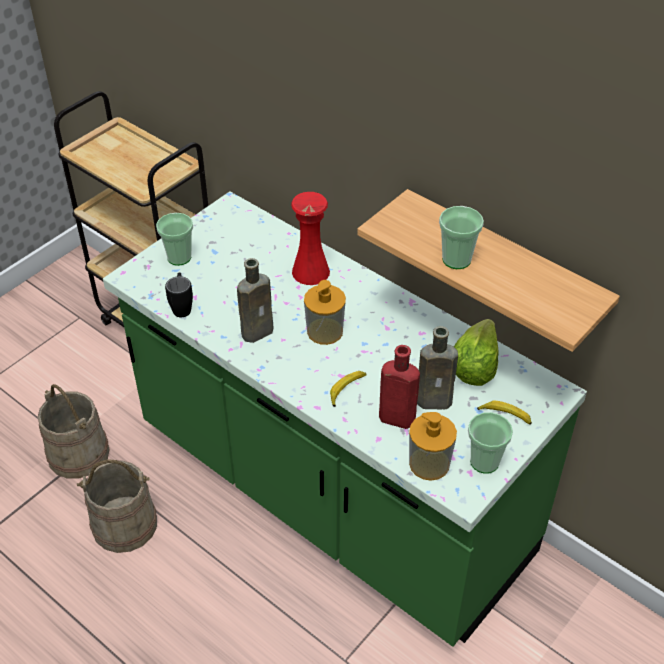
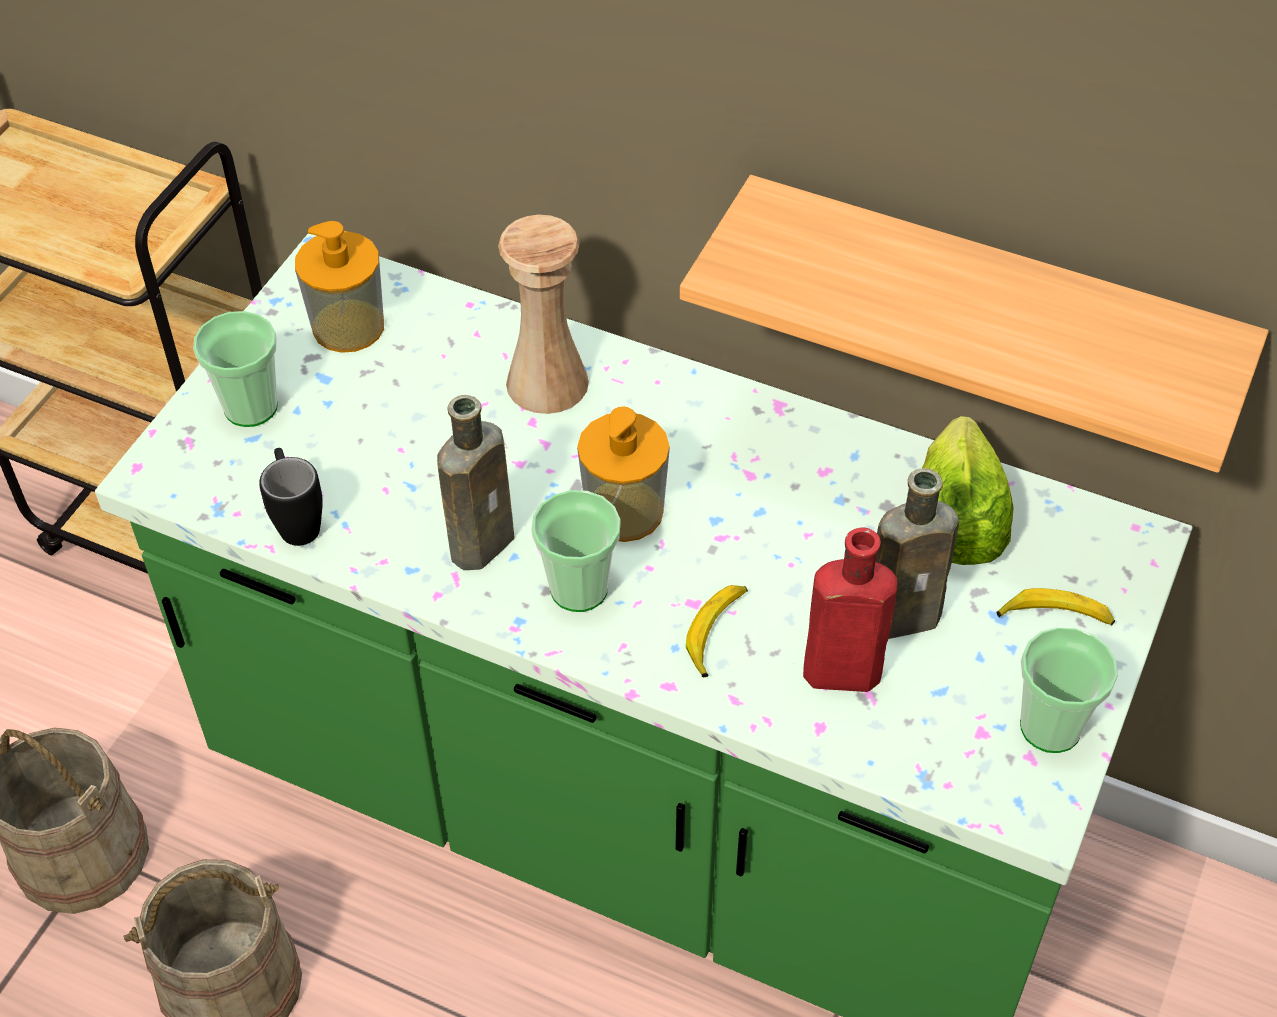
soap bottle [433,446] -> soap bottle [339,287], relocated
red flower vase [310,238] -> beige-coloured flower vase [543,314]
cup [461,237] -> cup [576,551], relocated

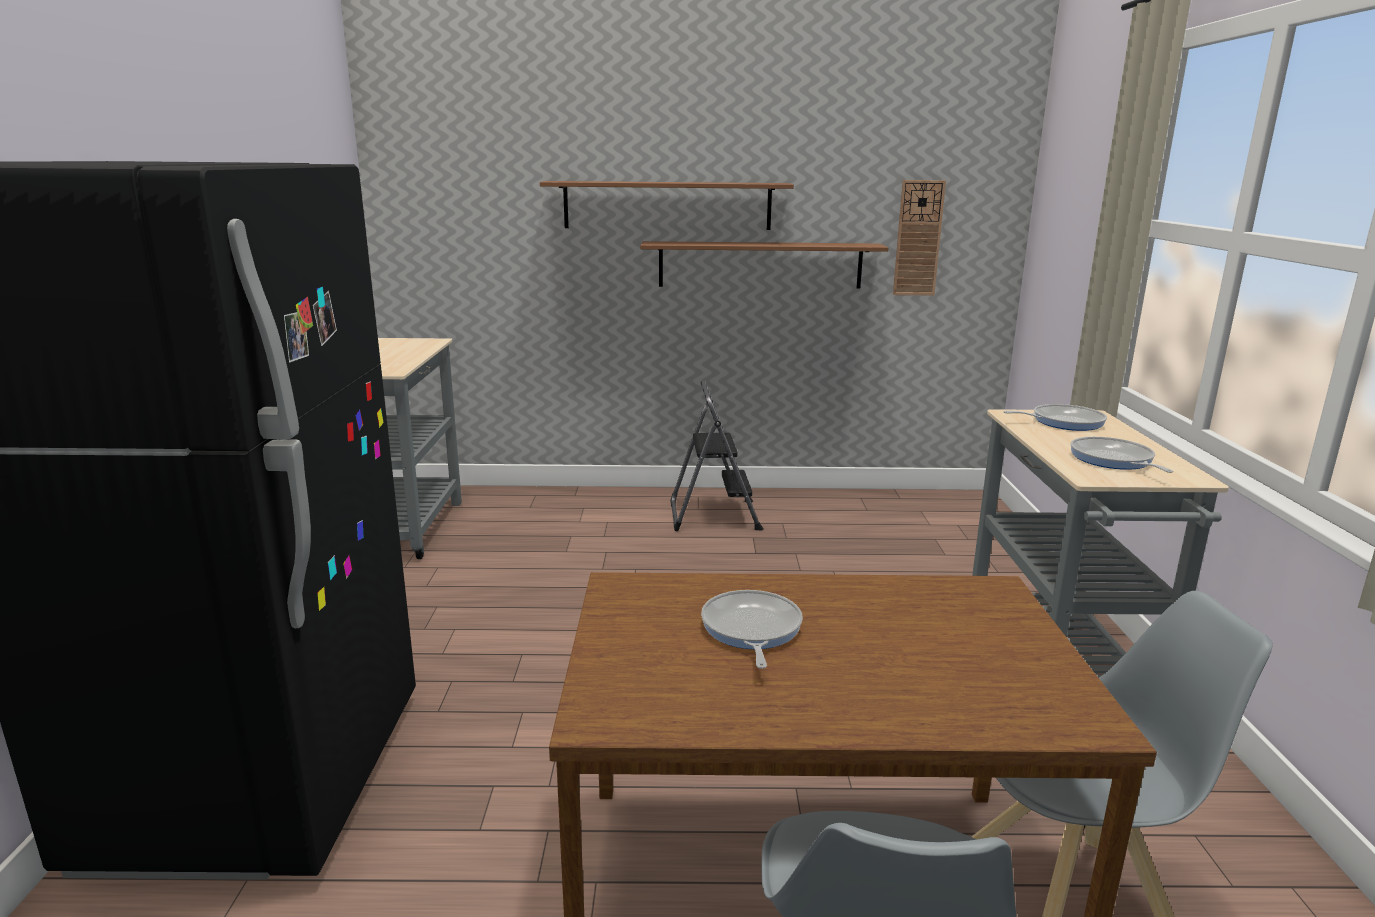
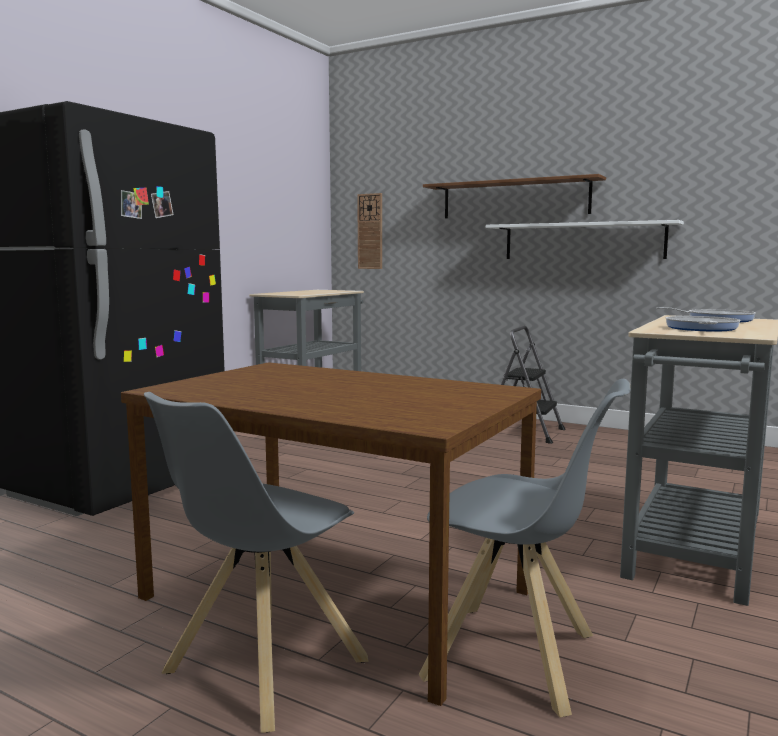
hanging clock [919,237] -> hanging clock [369,231], relocated
brownish bracket shelf [764,264] -> white bracket shelf [585,239]
pan [752,629] -> none

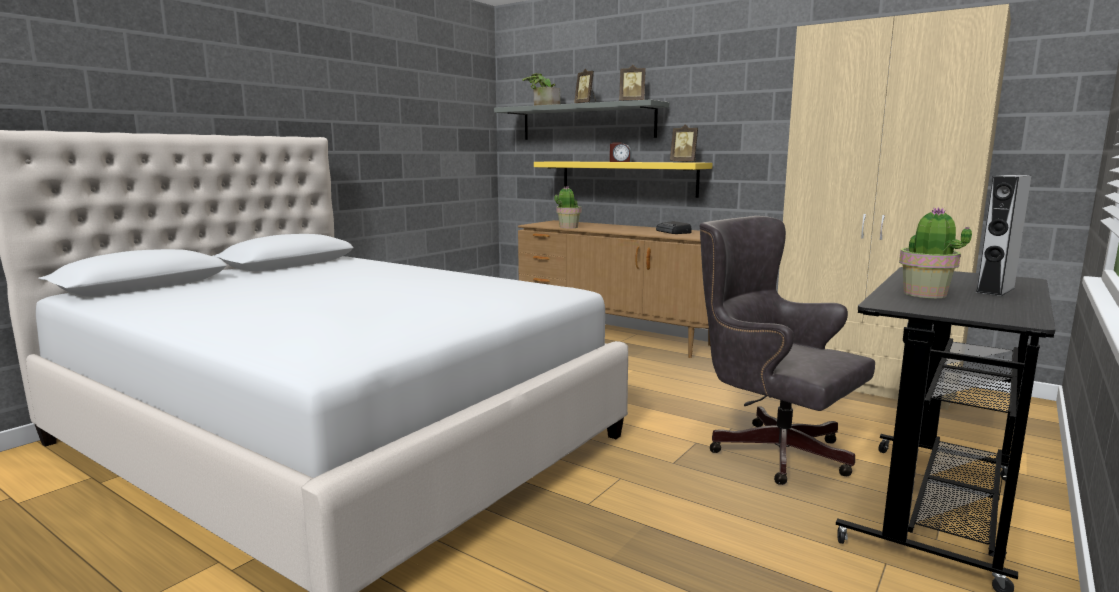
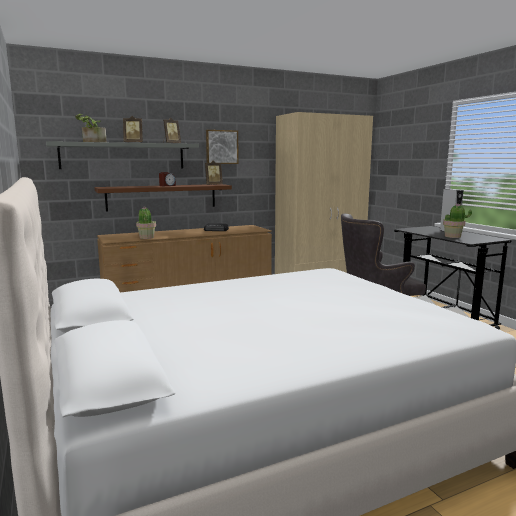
yellow bracket shelf [623,179] -> brownish bracket shelf [163,198]
none -> wall picture [222,147]

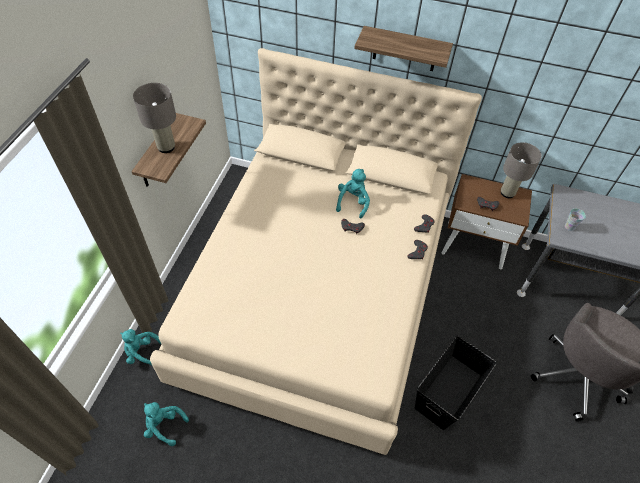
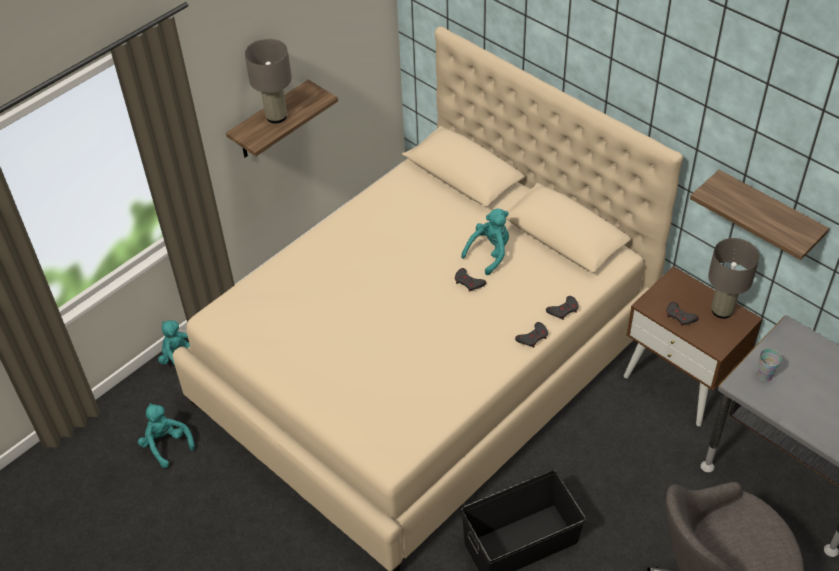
bracket shelf [403,48] -> bracket shelf [759,215], relocated

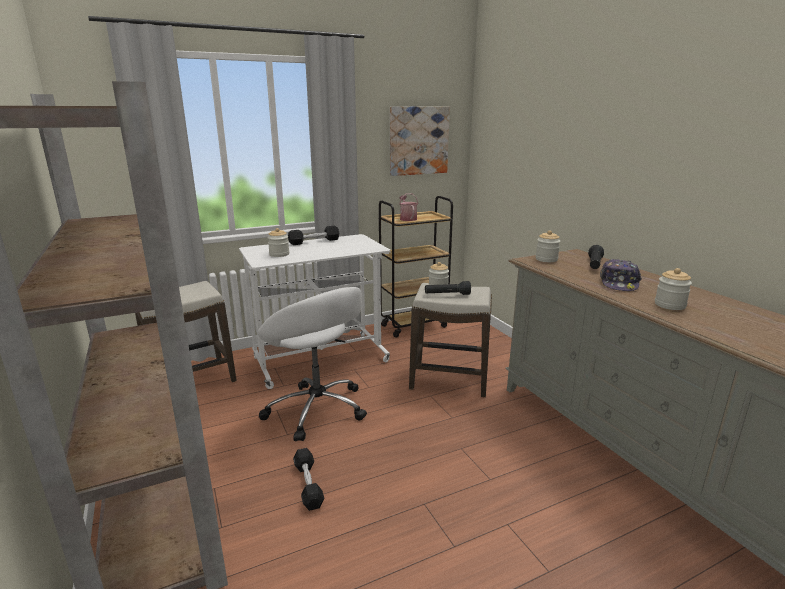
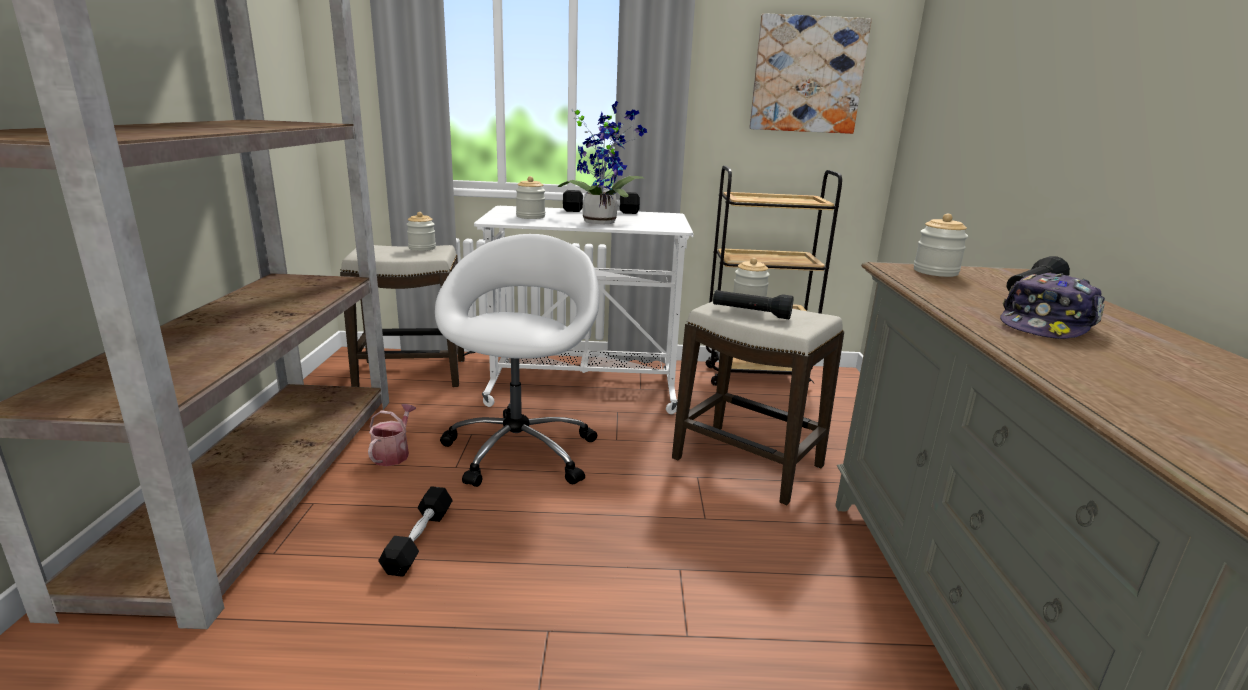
sprinkling can [408,207] -> sprinkling can [392,435], relocated
jar [673,289] -> jar [421,231], relocated
white office chair [312,364] -> white office chair [517,360], 150 degrees counterclockwise
none -> plant in a pot [602,163]

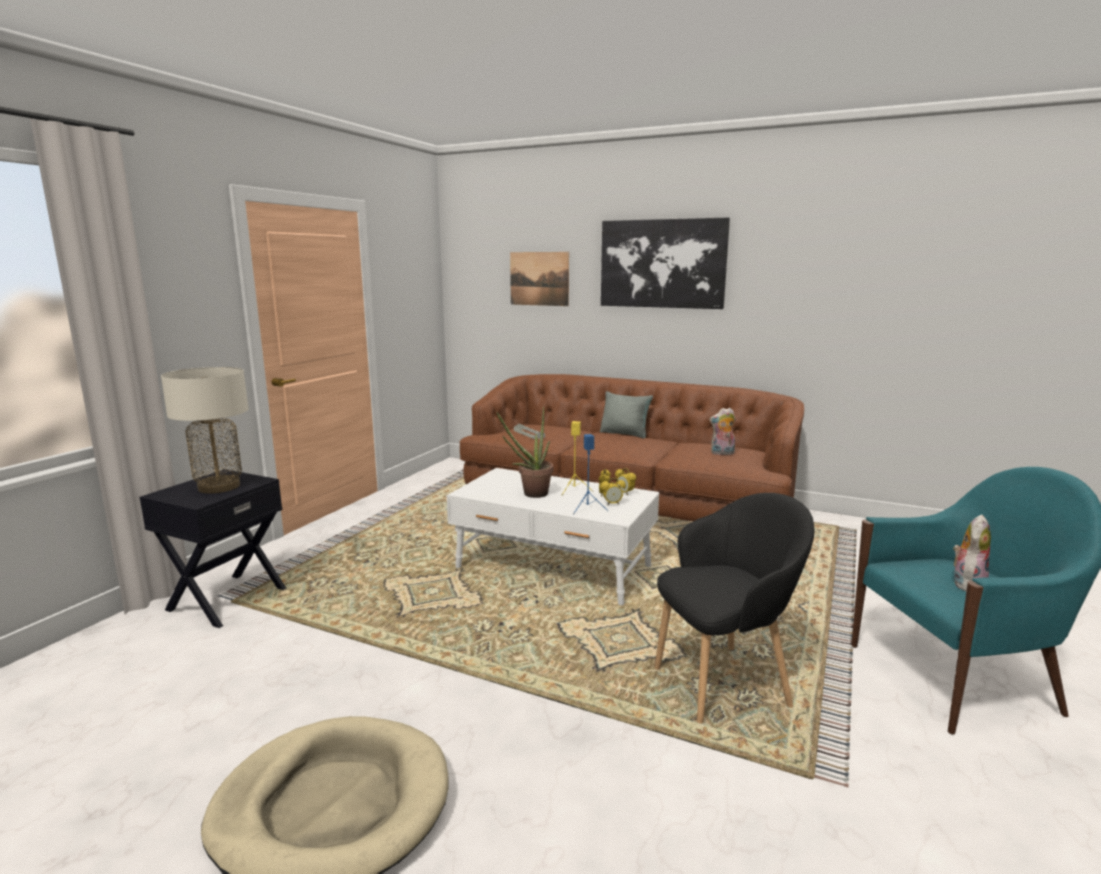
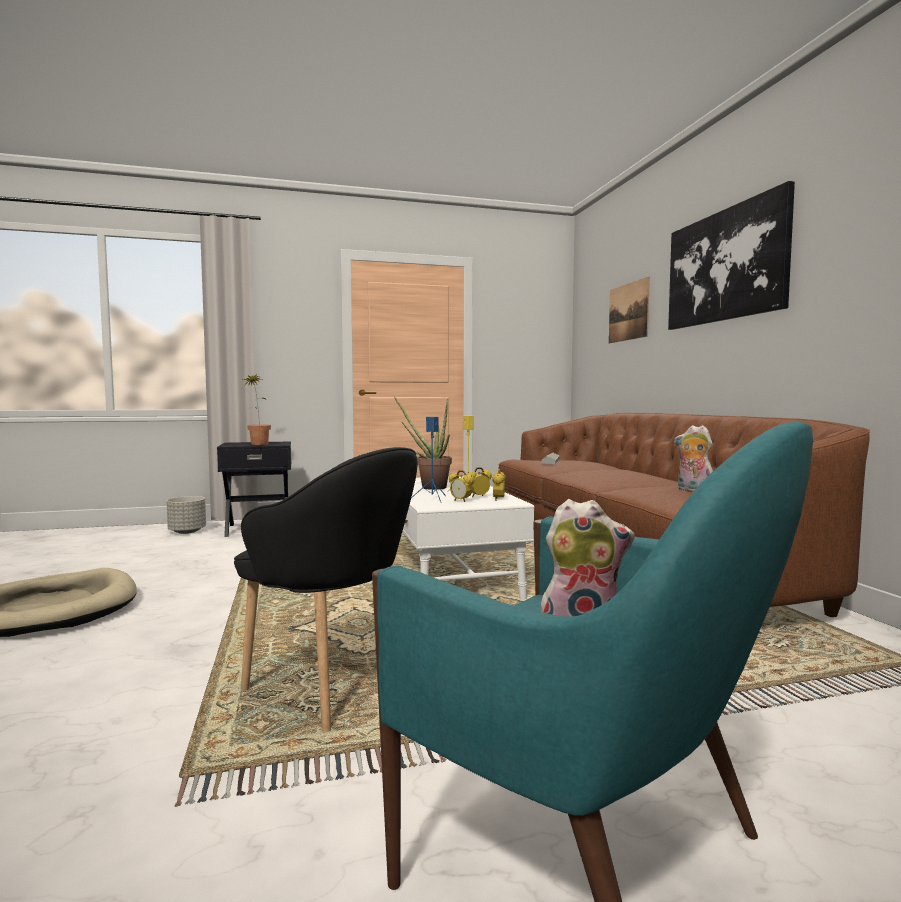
none -> gray plant pot [186,515]
lamp for a table [205,430] -> plant in a pot [257,410]
gray throw pillow [626,414] -> none

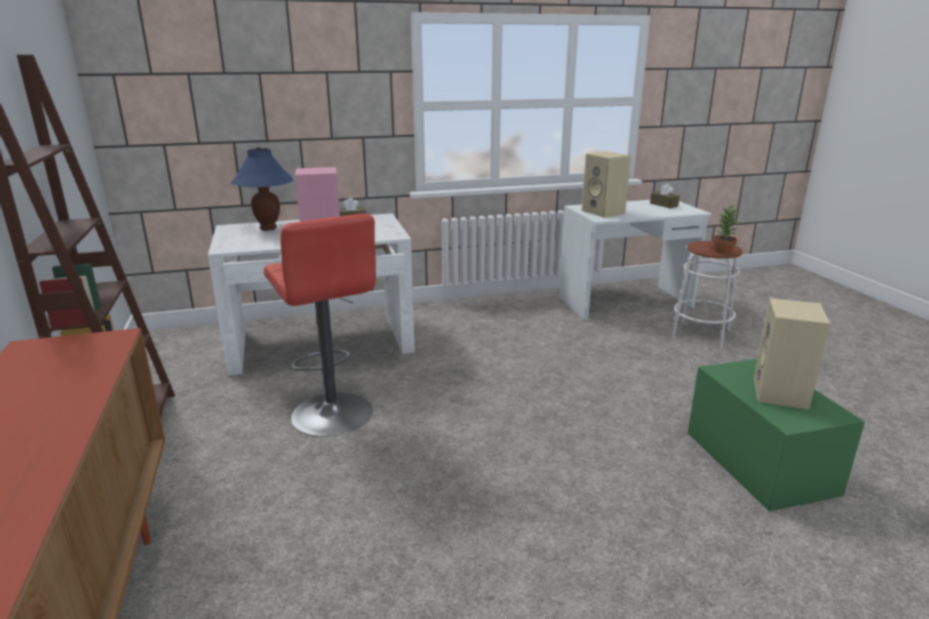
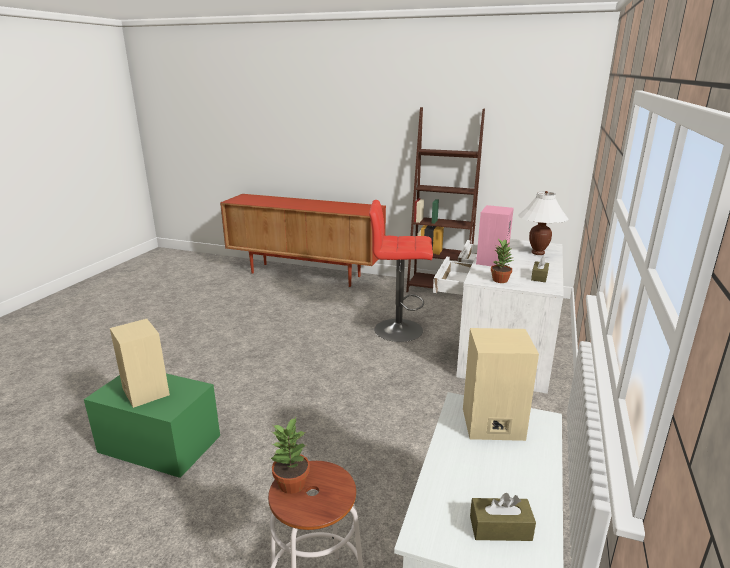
none -> plant in a pot [502,261]
bluish lamp for a table [262,189] -> white lamp for a table [543,223]

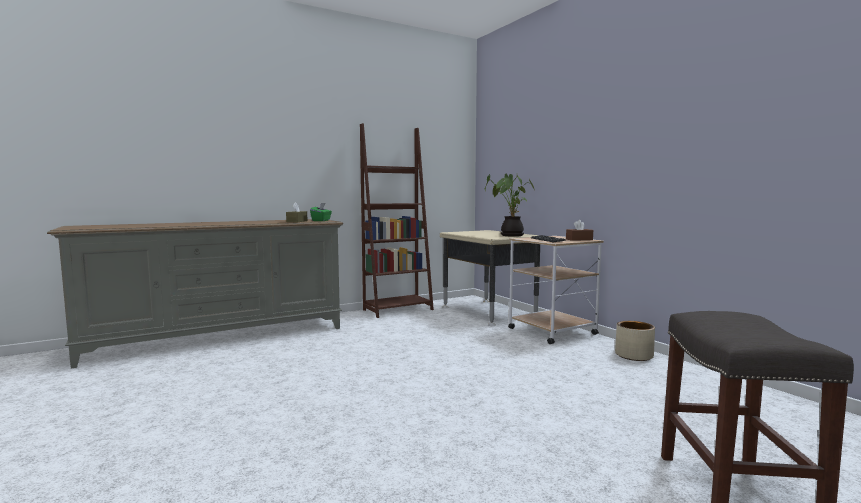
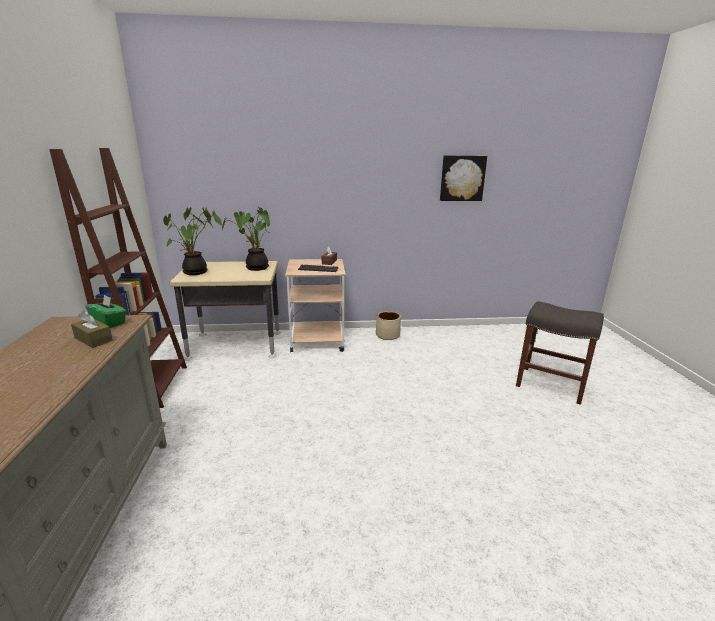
none -> plant in a pot [192,241]
none -> wall picture [463,178]

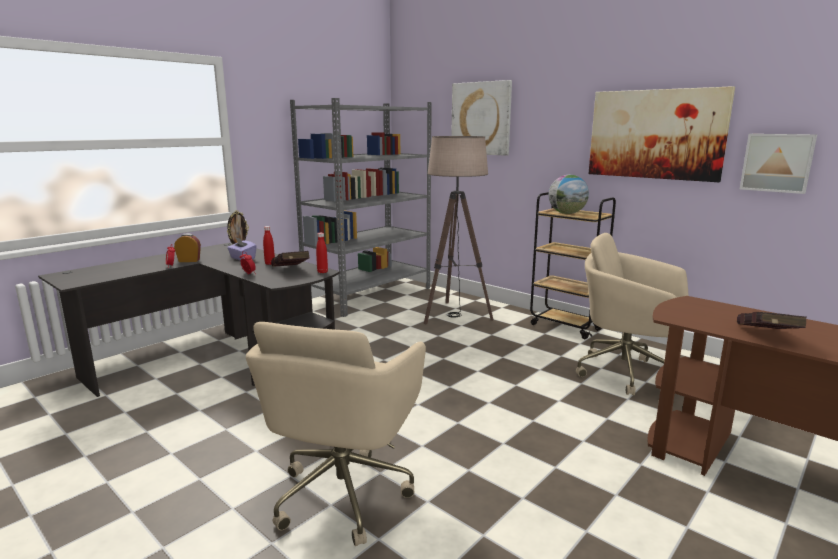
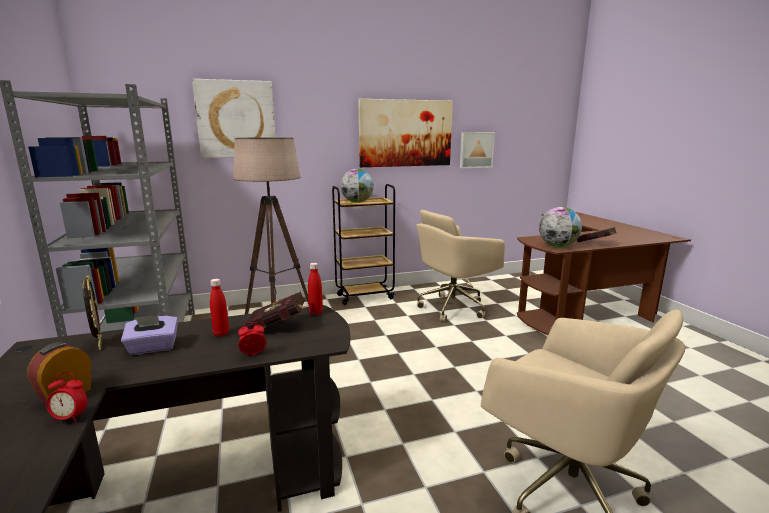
none -> world globe [560,227]

